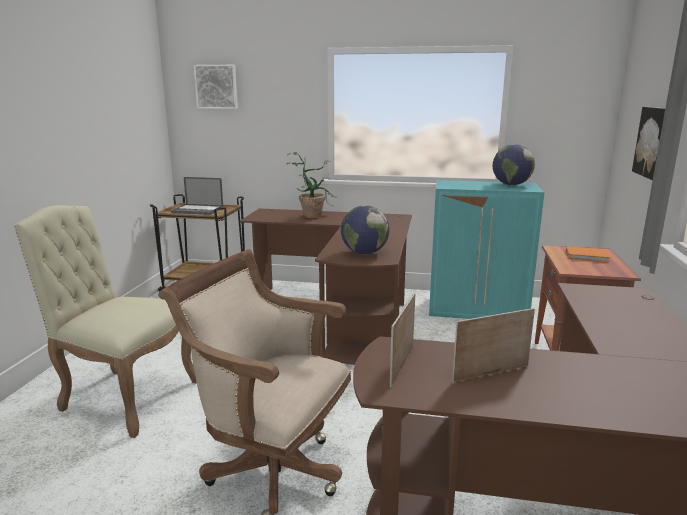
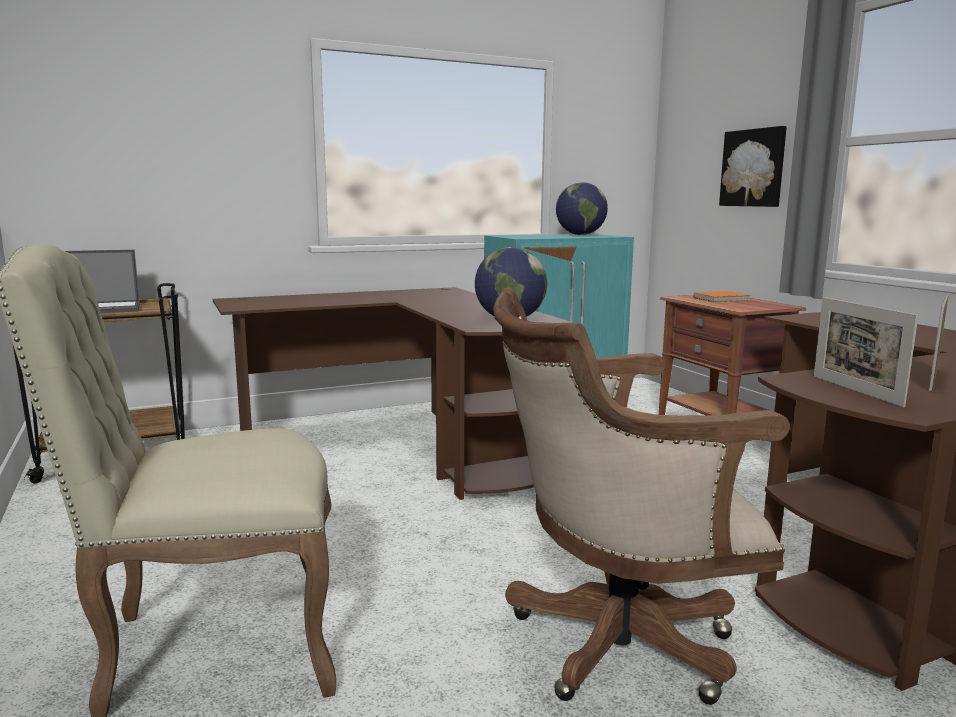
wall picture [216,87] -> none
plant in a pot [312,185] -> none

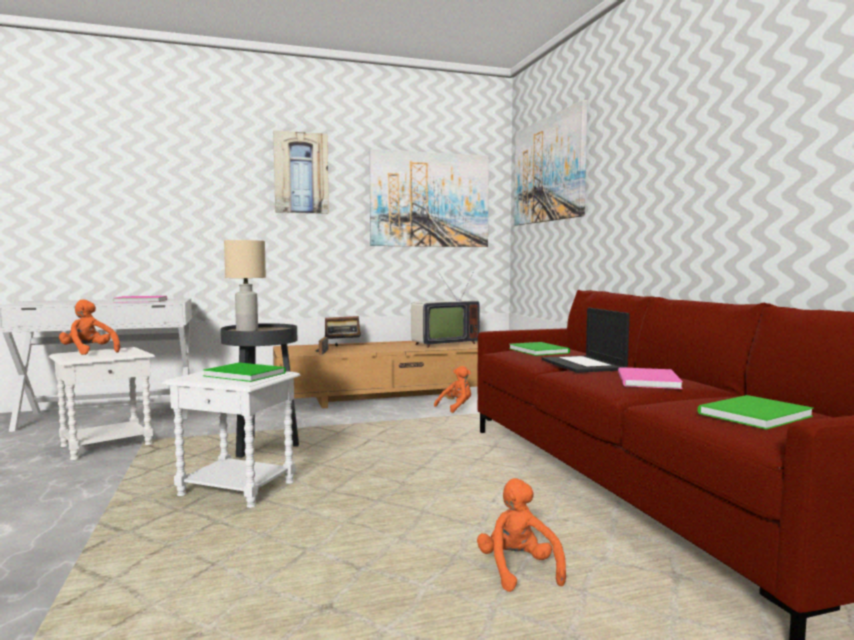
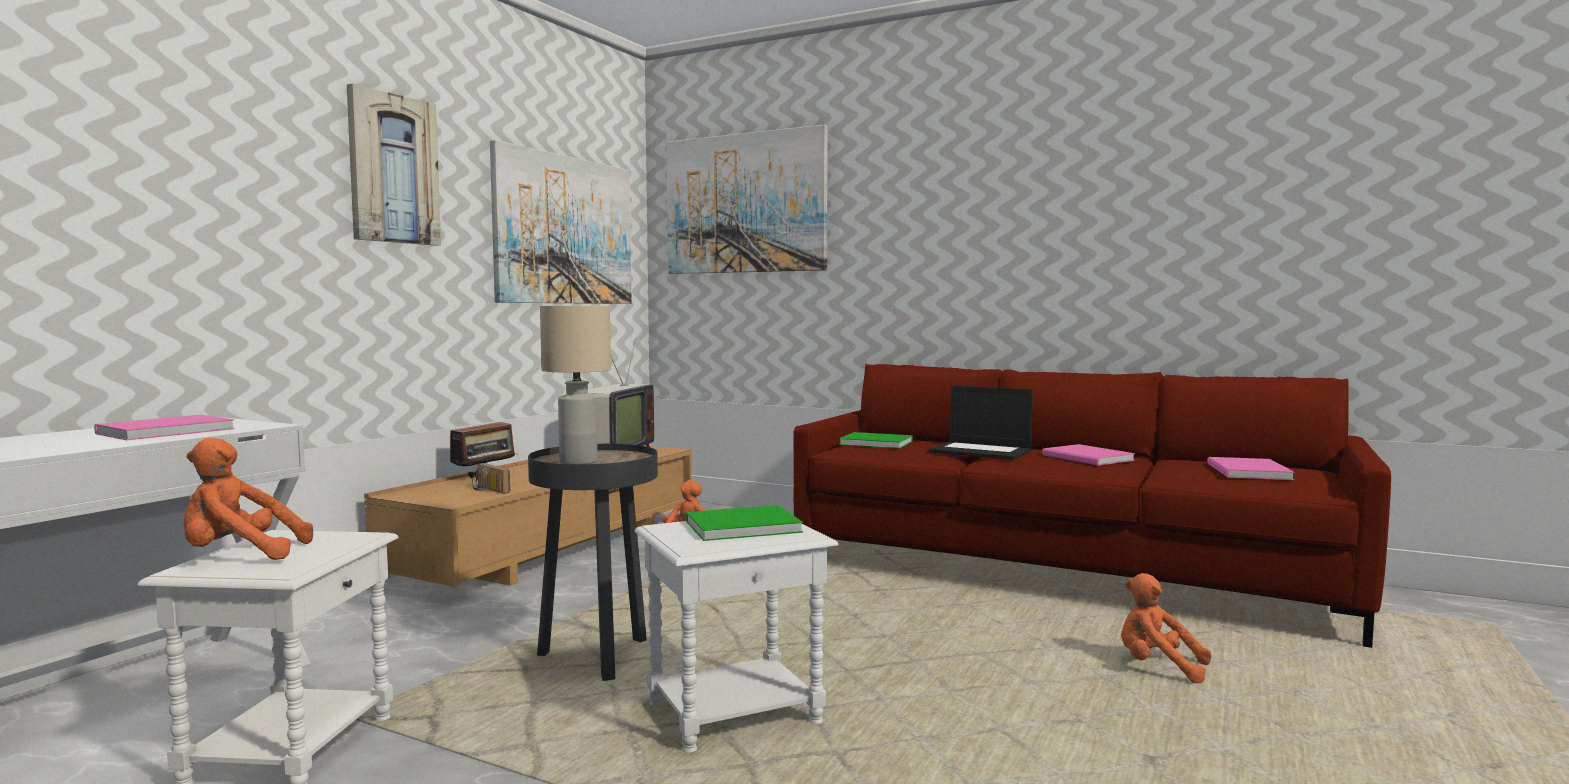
green volume [756,412] -> pinkish volume [1251,468]

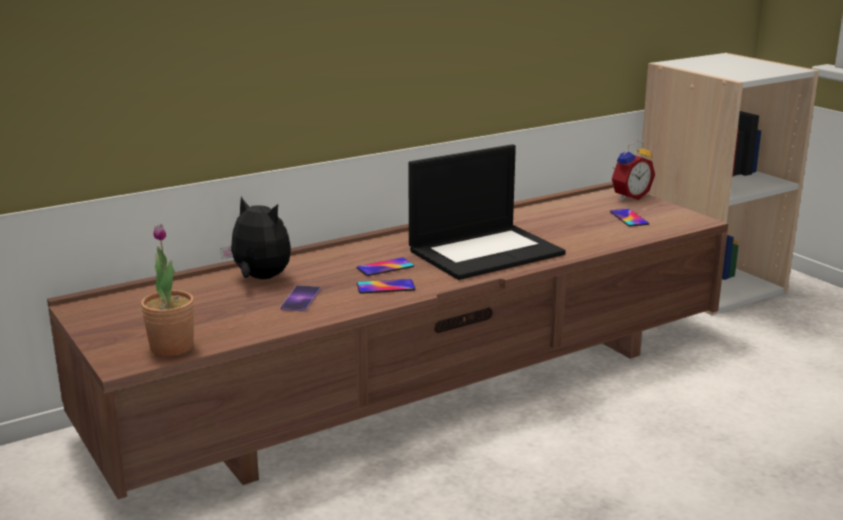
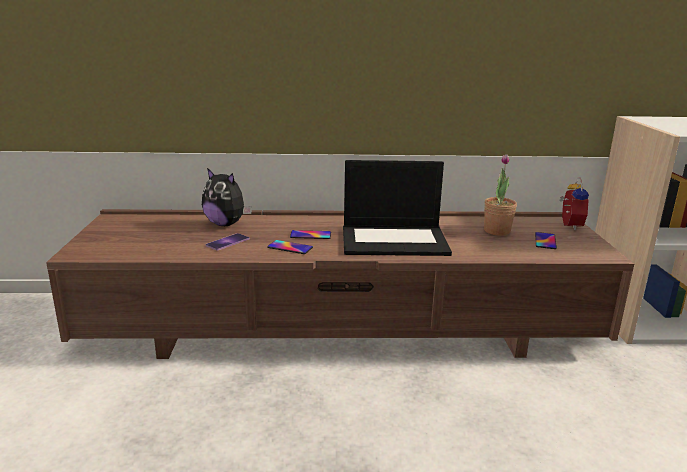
soft toy [255,237] -> soft toy [227,197], 150 degrees clockwise
plant in a pot [167,290] -> plant in a pot [500,195], relocated
bedside clock [633,170] -> bedside clock [574,203], 75 degrees counterclockwise

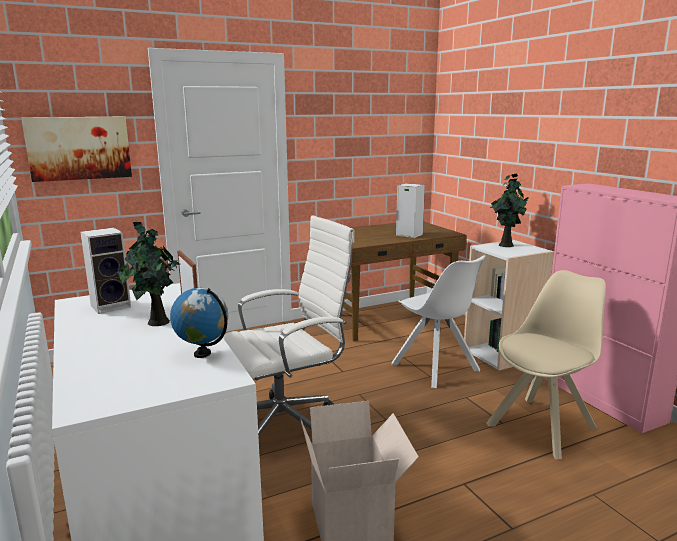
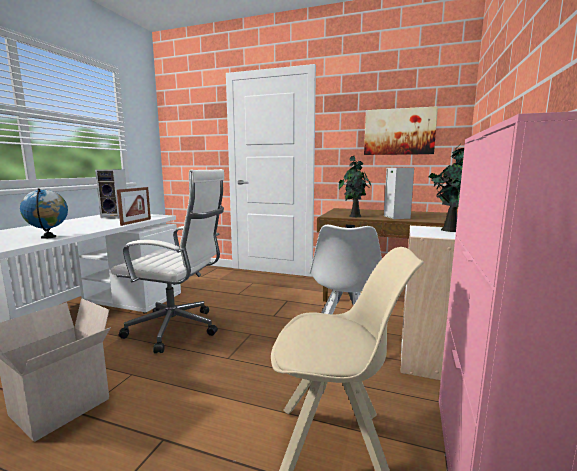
plant in a pot [148,274] -> plant in a pot [354,186], relocated
wall picture [77,149] -> wall picture [401,130], relocated

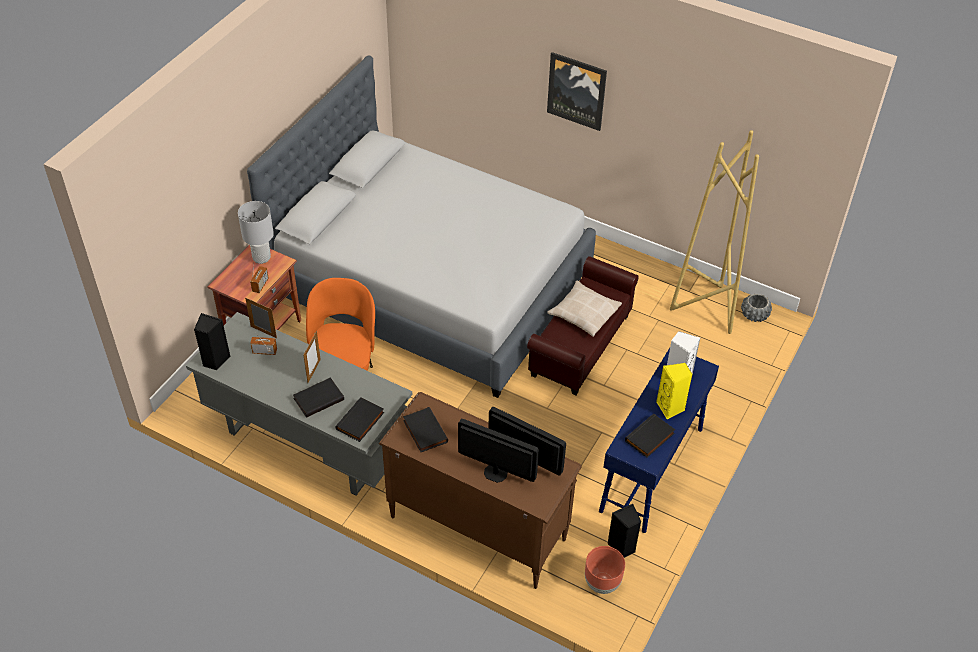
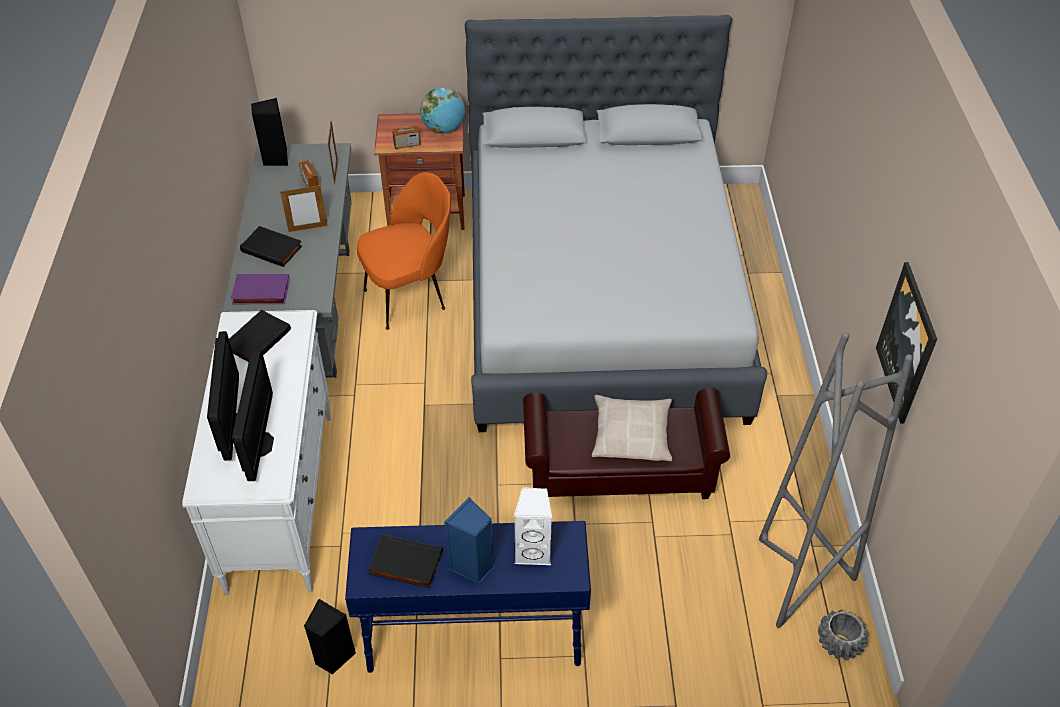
brownish chest of drawers [480,490] -> white chest of drawers [256,452]
black volume [360,419] -> purple volume [260,289]
gray lamp for a table [256,232] -> world globe [442,111]
yellow loudspeaker [674,391] -> bluish loudspeaker [469,540]
yellow garment stand [714,232] -> gray garment stand [836,480]
wall picture [577,91] -> wall picture [906,342], relocated
brownish plant pot [605,570] -> none

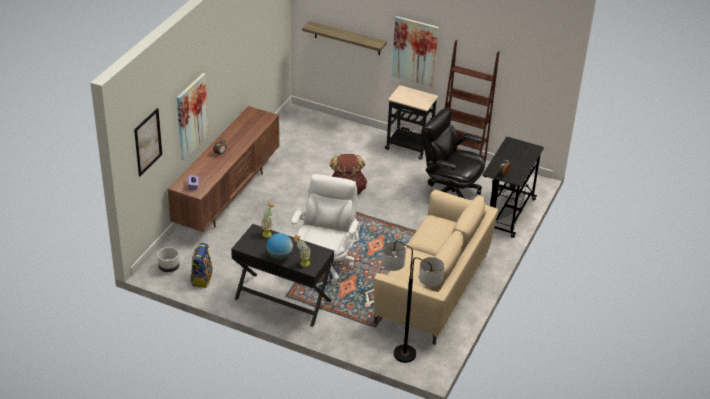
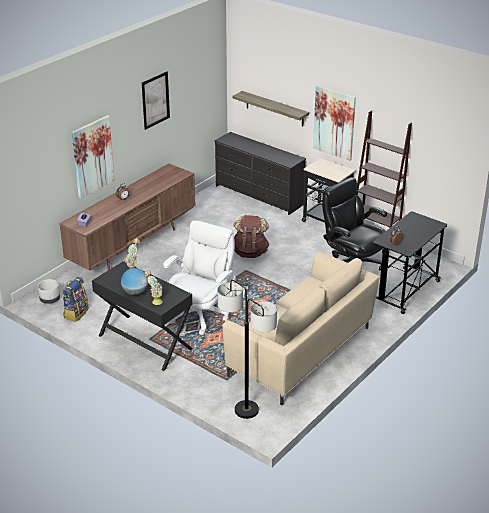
wall picture [148,142] -> wall picture [156,100], relocated
none -> black chest of drawers [260,173]

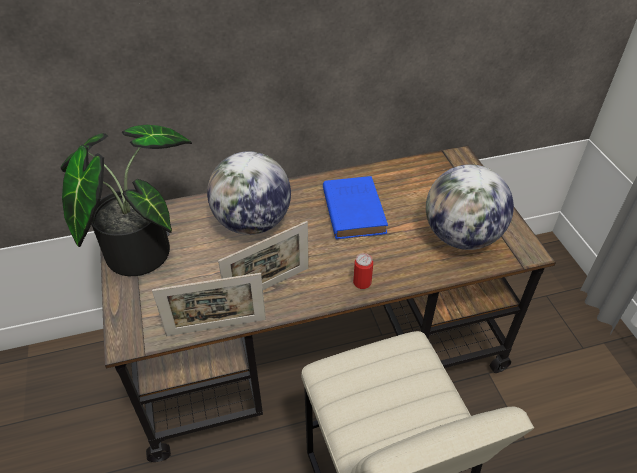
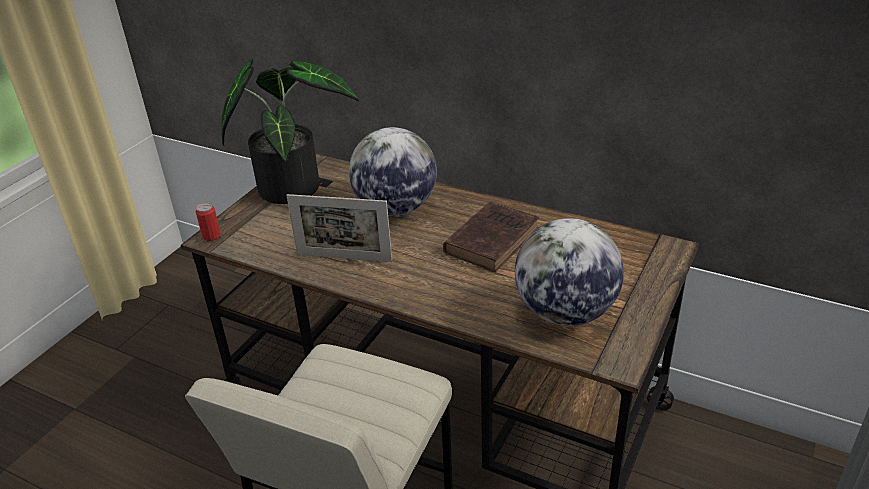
can [363,271] -> can [208,221], relocated
bluish volume [355,207] -> brownish volume [491,236]
picture frame [209,304] -> none

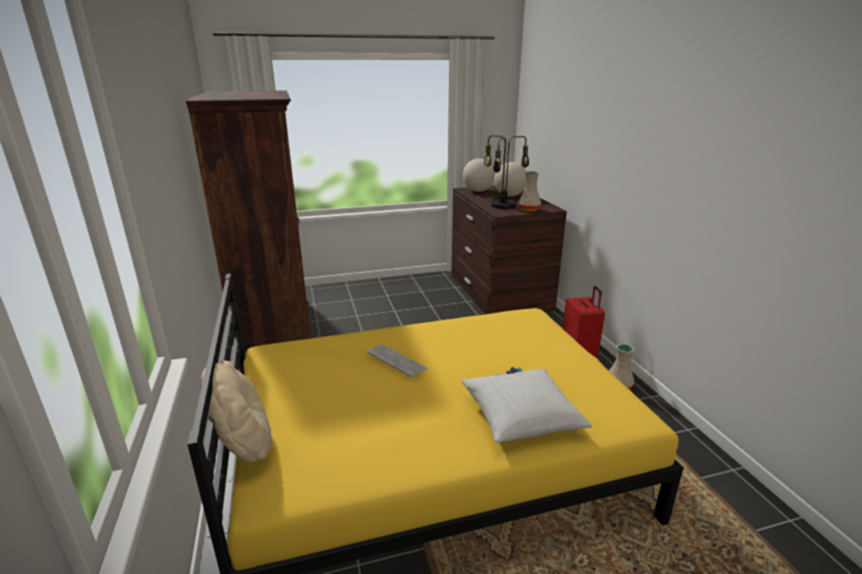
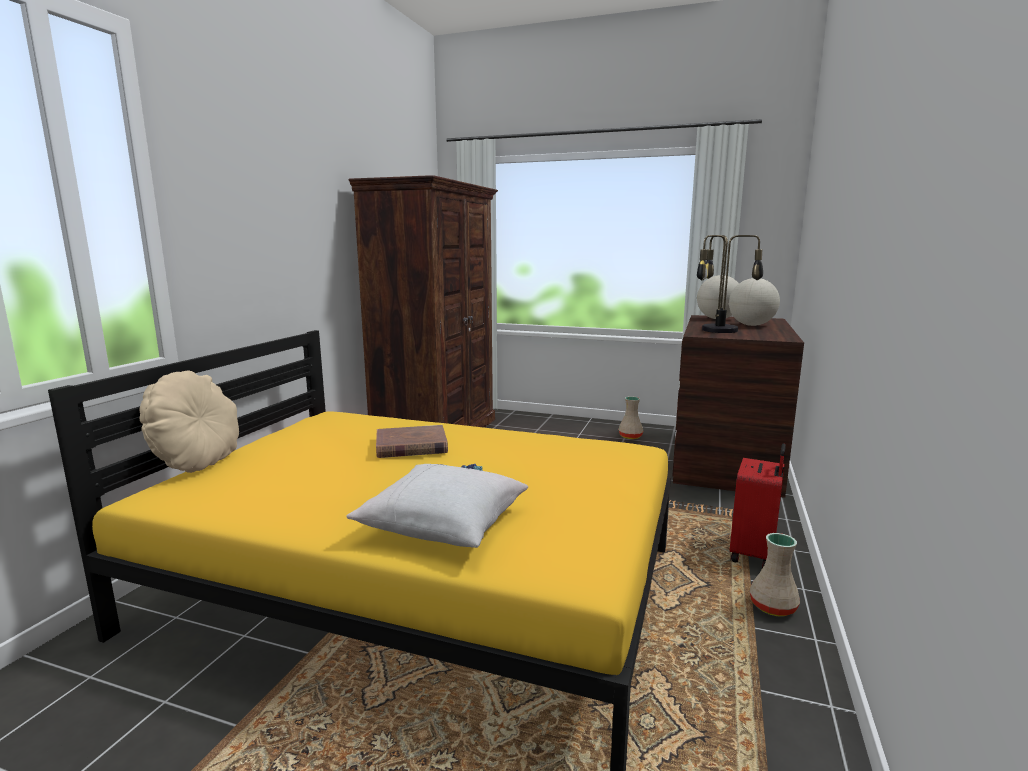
computer keyboard [397,360] -> brownish volume [412,441]
beige-coloured flower vase [529,191] -> beige-coloured flower vase [630,417], relocated

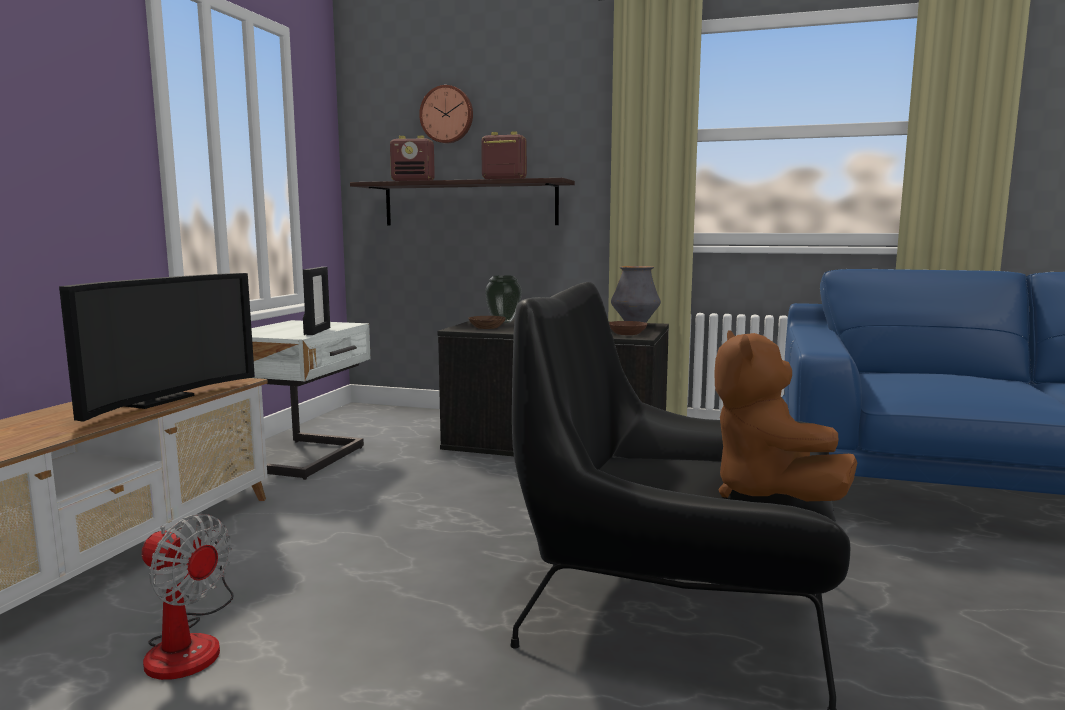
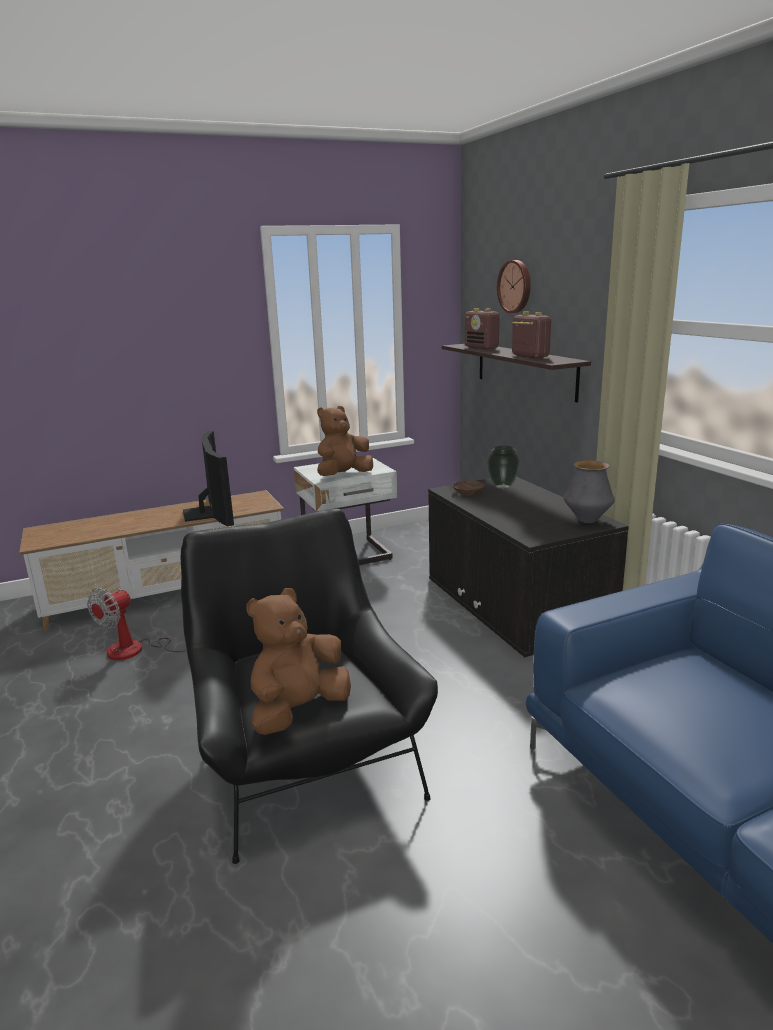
cooling fan [188,597] -> cooling fan [137,624], 45 degrees clockwise
TV [157,347] -> TV [208,478], 90 degrees counterclockwise
picture frame [316,301] -> brownish soft toy [345,441]
brownish bowl [628,328] -> none

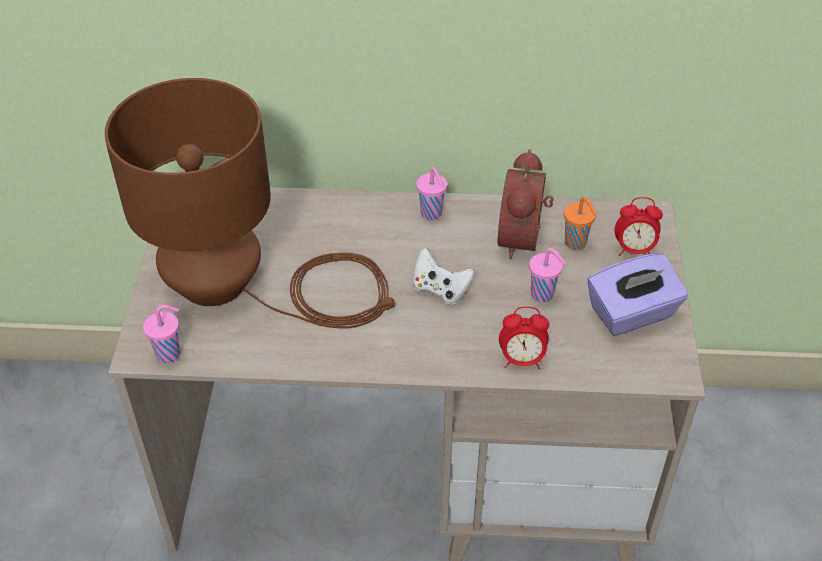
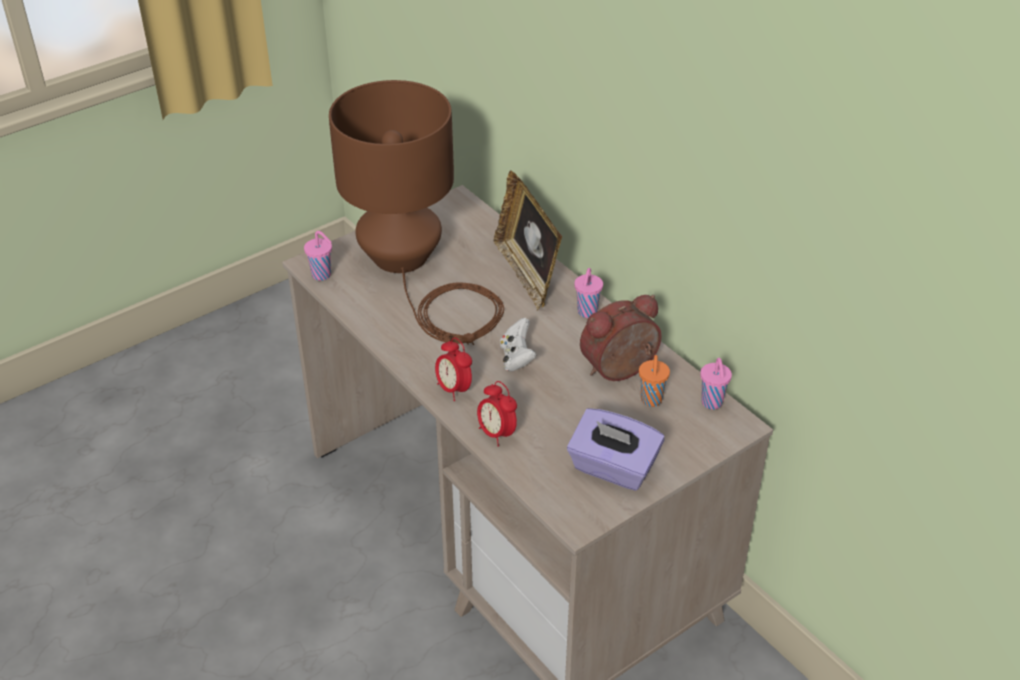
bedside clock [639,226] -> bedside clock [453,369], relocated
none -> picture frame [528,241]
pinkish cup [547,275] -> pinkish cup [716,384], relocated

